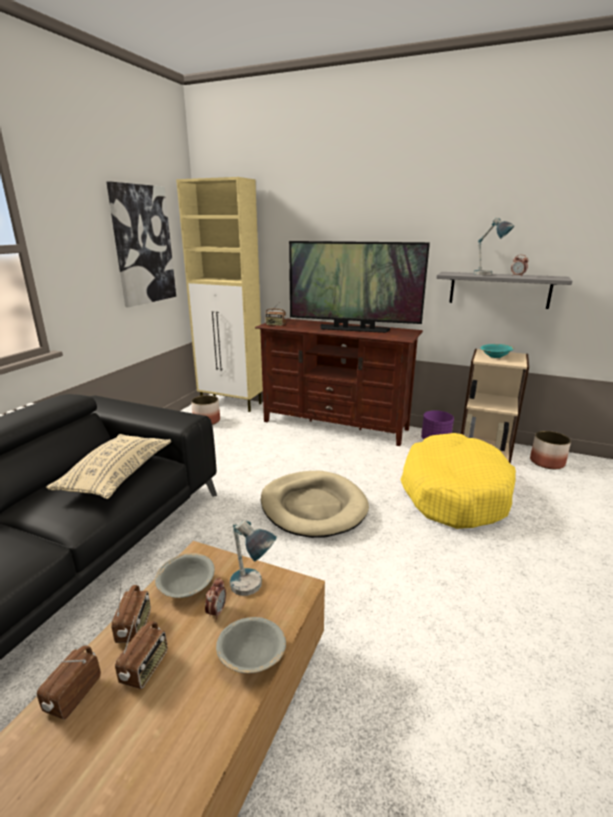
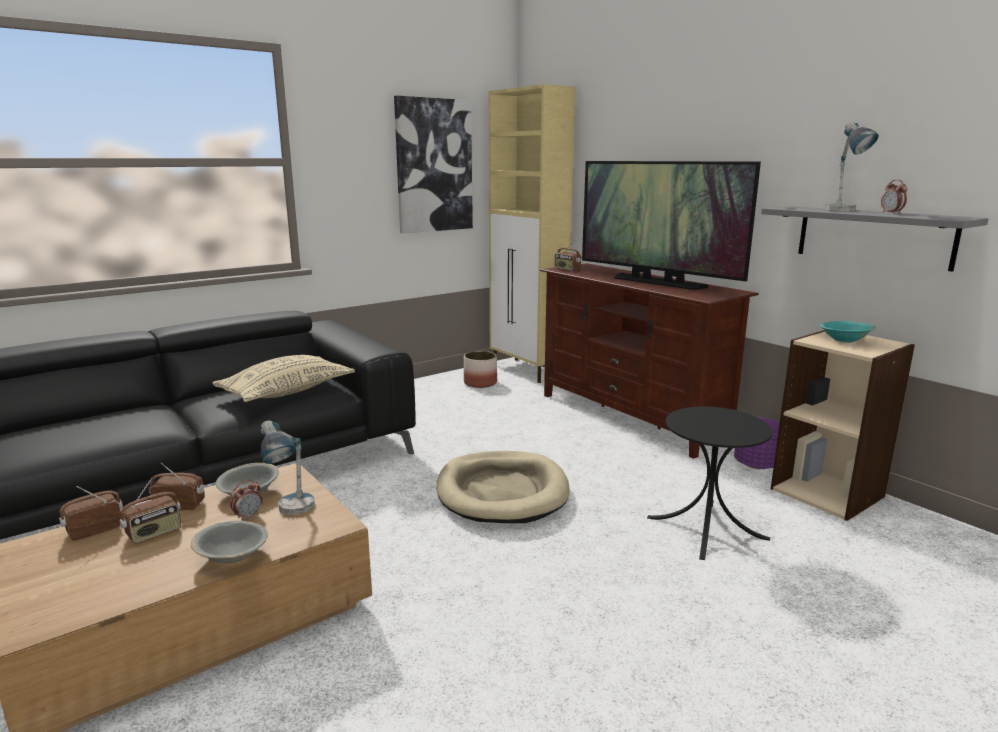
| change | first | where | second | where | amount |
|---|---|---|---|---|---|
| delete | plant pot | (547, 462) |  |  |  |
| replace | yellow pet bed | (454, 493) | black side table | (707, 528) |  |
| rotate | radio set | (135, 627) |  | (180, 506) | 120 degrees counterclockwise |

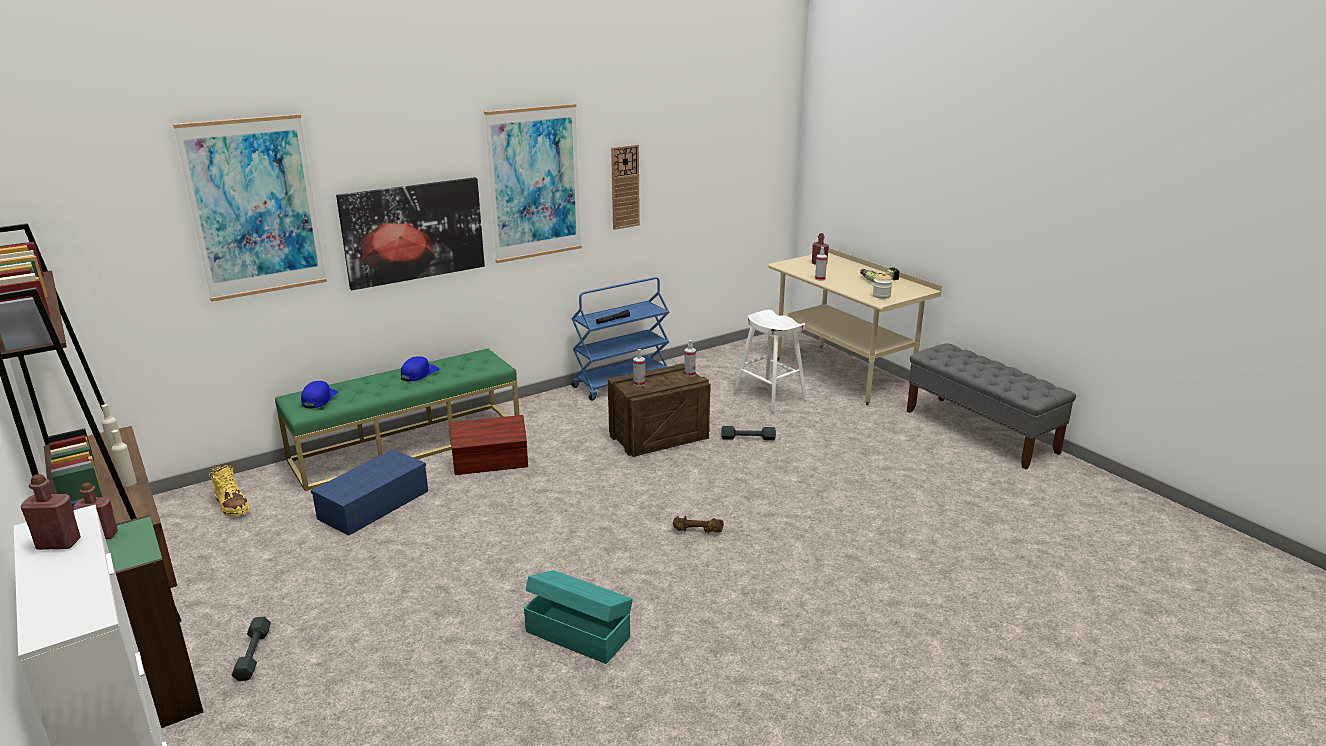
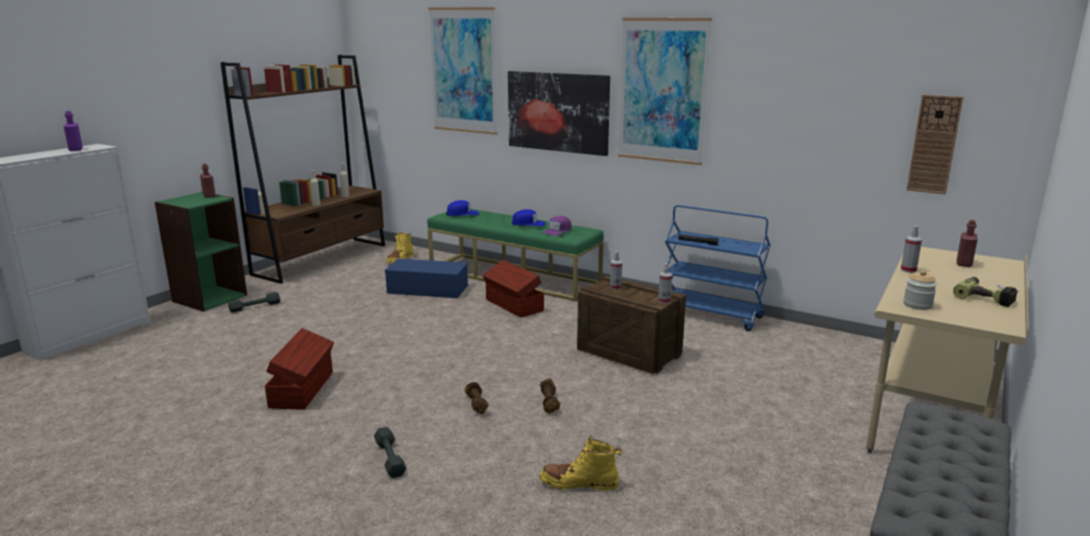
| change | first | where | second | where | amount |
|---|---|---|---|---|---|
| move | hanging clock | (625, 187) |  | (934, 144) |  |
| delete | white-coloured sitting stool | (770, 396) |  |  |  |
| move | gray hand weight | (748, 438) |  | (390, 458) |  |
| recolor | reddish bottle | (59, 544) | purple-coloured bottle | (75, 149) |  |
| recolor | blue-green storage bin | (578, 633) | brownish storage bin | (303, 389) |  |
| insert |  |  | purple-coloured baseball cap | (557, 231) |  |
| insert |  |  | brownish hand weight | (549, 403) |  |
| insert |  |  | yellow tall boot | (579, 483) |  |

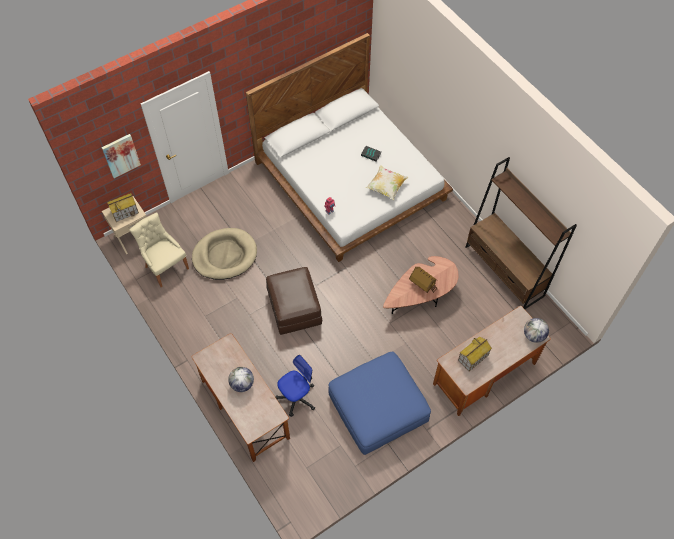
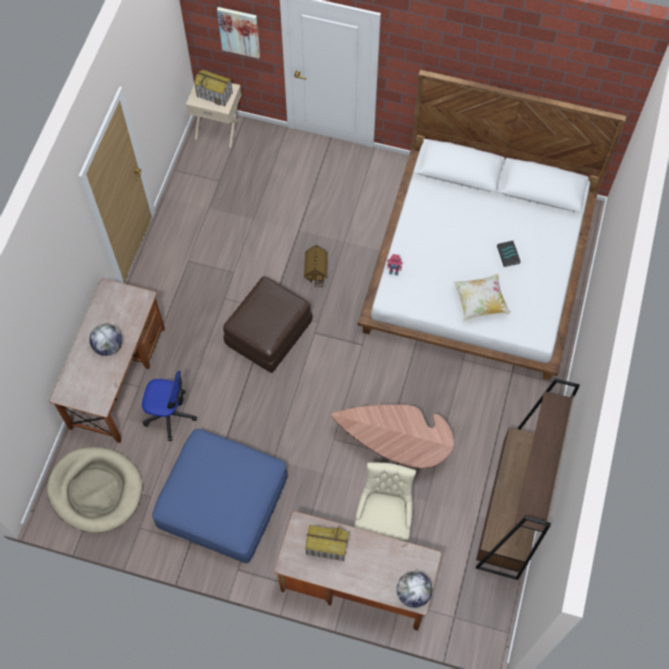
| change | first | where | second | where | amount |
|---|---|---|---|---|---|
| move | sand-coloured upright chair | (165, 267) |  | (383, 522) |  |
| move | sand-coloured pet bed | (225, 255) |  | (96, 490) |  |
| move | model house | (422, 284) |  | (316, 272) |  |

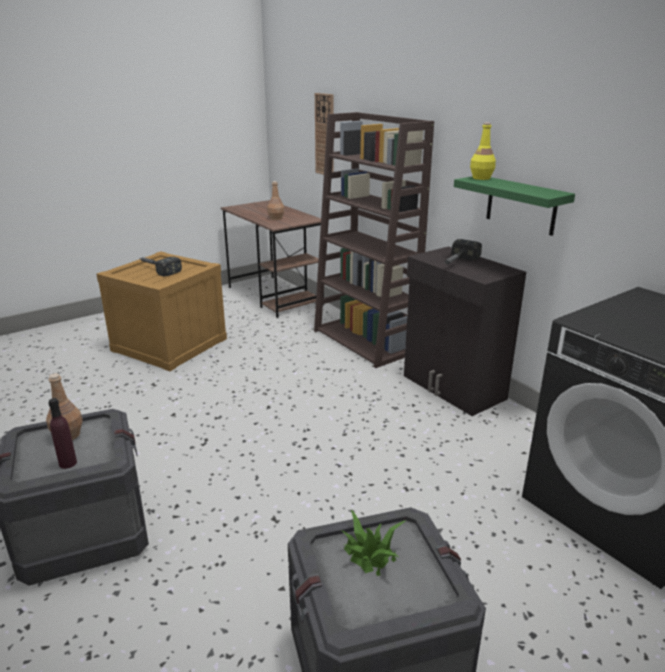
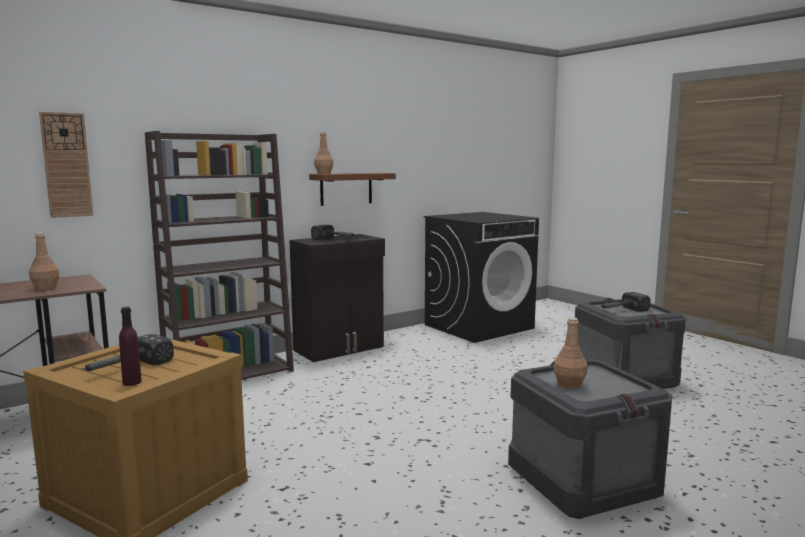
| change | first | where | second | where | amount |
|---|---|---|---|---|---|
| recolor | yellow bottle | (481, 178) | brownish bottle | (323, 173) |  |
| recolor | greenish shelf | (521, 205) | brownish shelf | (346, 188) |  |
| move | purple-coloured bottle | (68, 463) |  | (132, 382) |  |
| replace | plant in a pot | (370, 554) | hammer | (620, 311) |  |

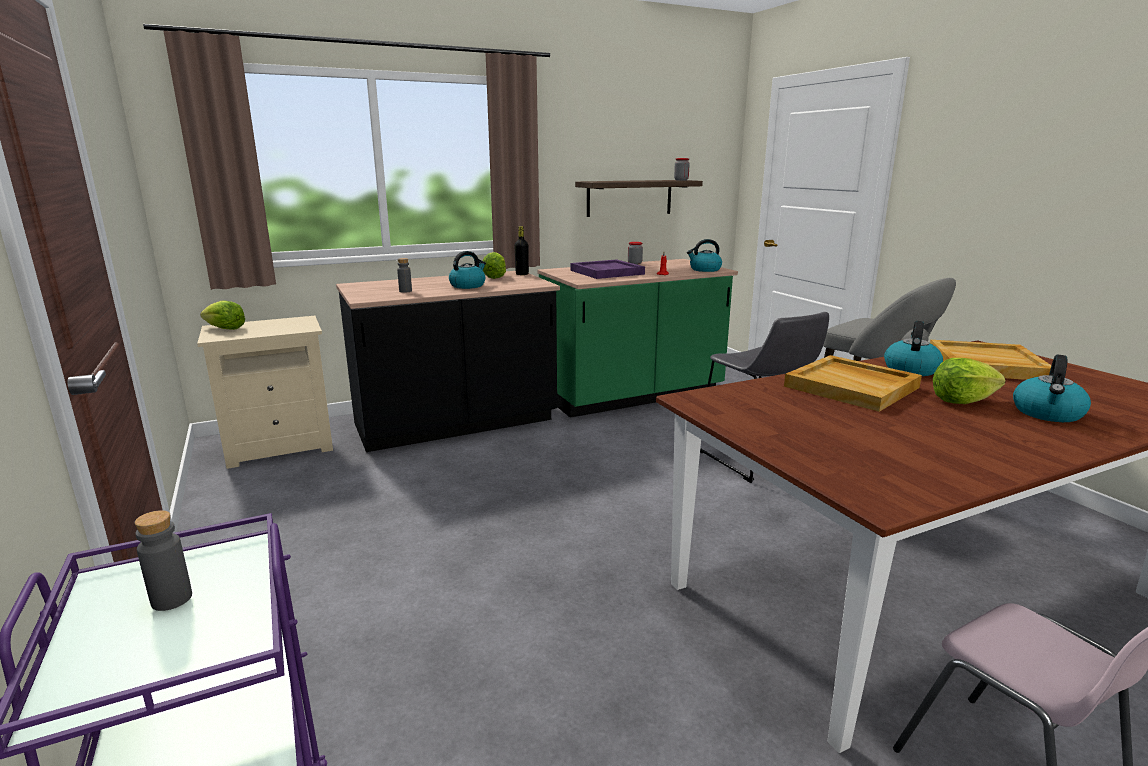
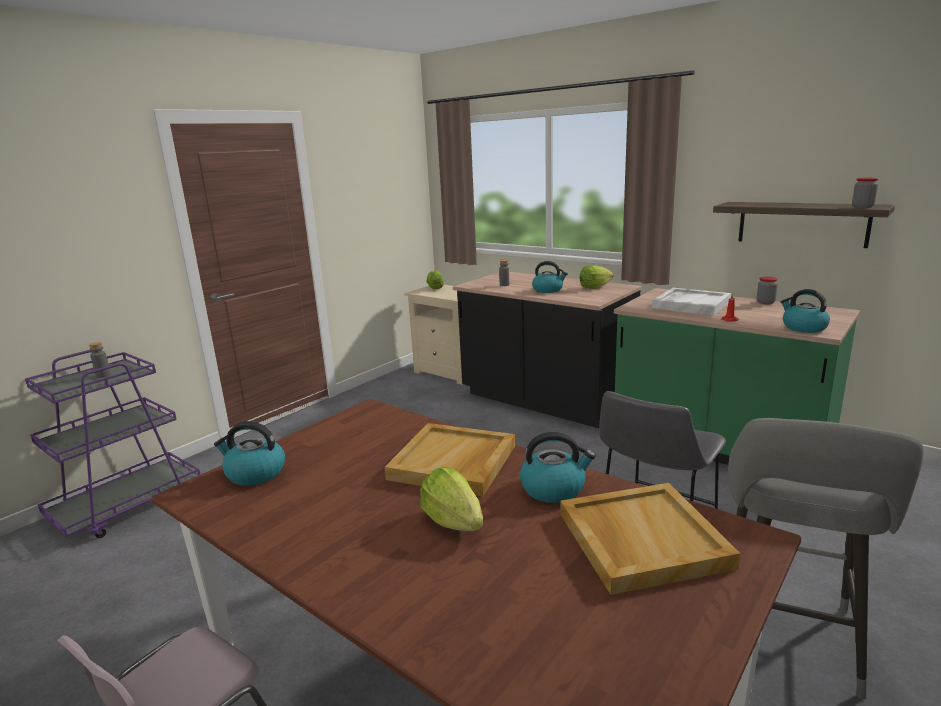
| change | first | where | second | where | amount |
|---|---|---|---|---|---|
| delete | black bottle | (522, 274) |  |  |  |
| recolor | purple-coloured carrying tray | (606, 272) | white-coloured carrying tray | (691, 304) |  |
| move | water kettle | (1047, 413) |  | (254, 473) |  |

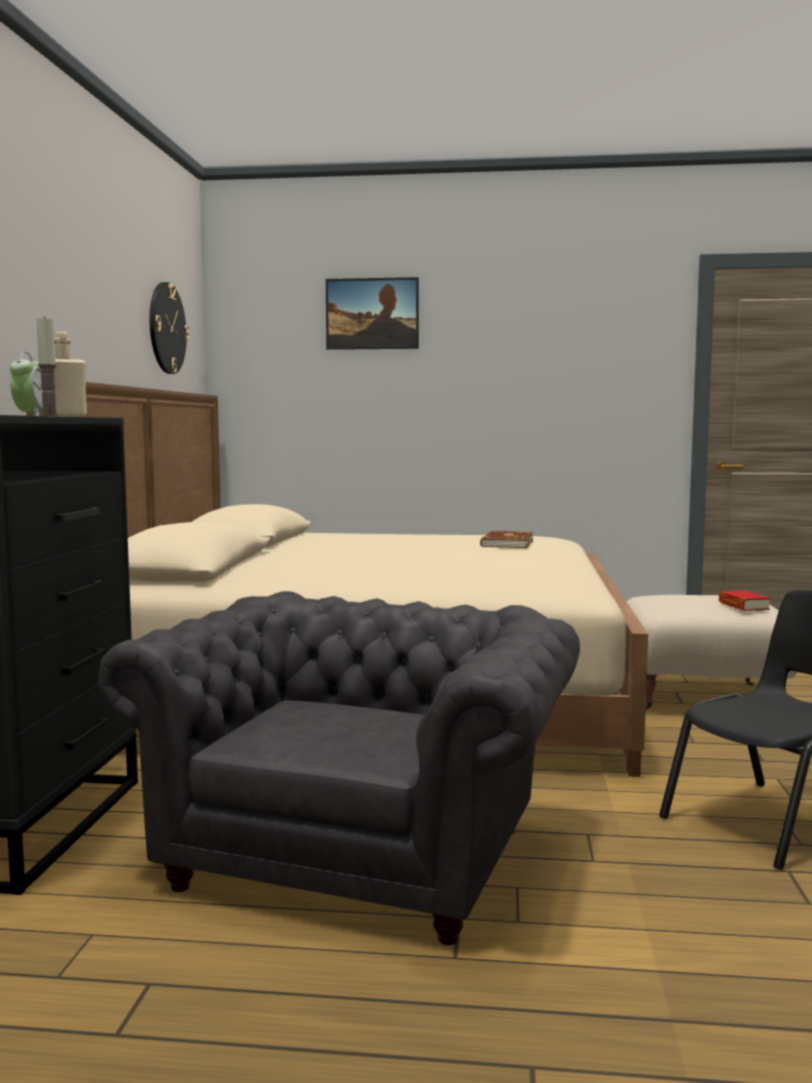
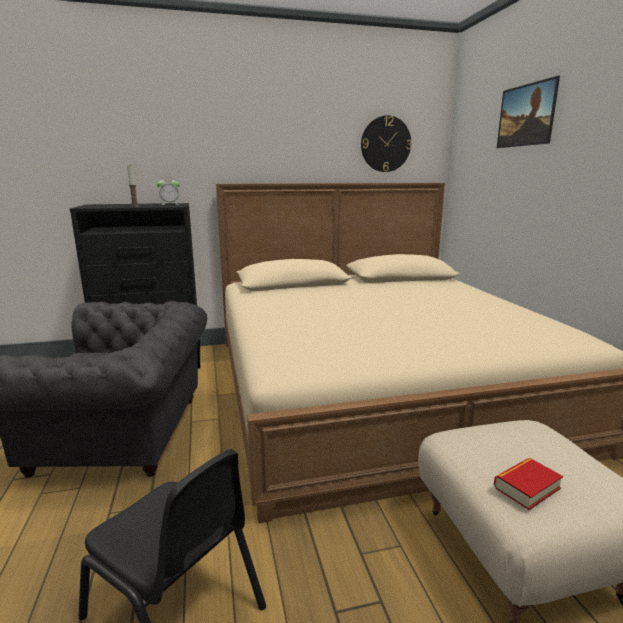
| change | first | where | second | where | amount |
|---|---|---|---|---|---|
| delete | sand-coloured bottle | (65, 416) |  |  |  |
| delete | brownish volume | (506, 543) |  |  |  |

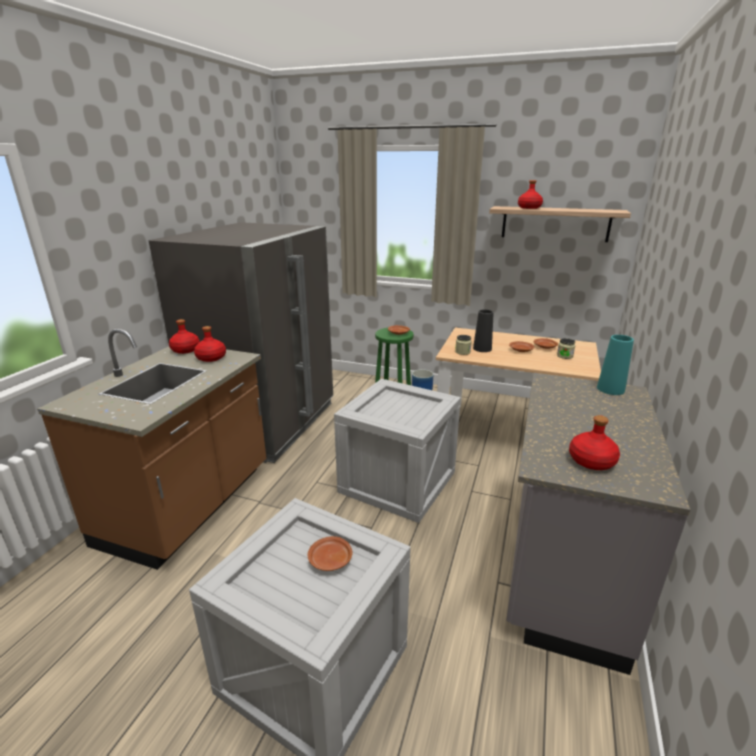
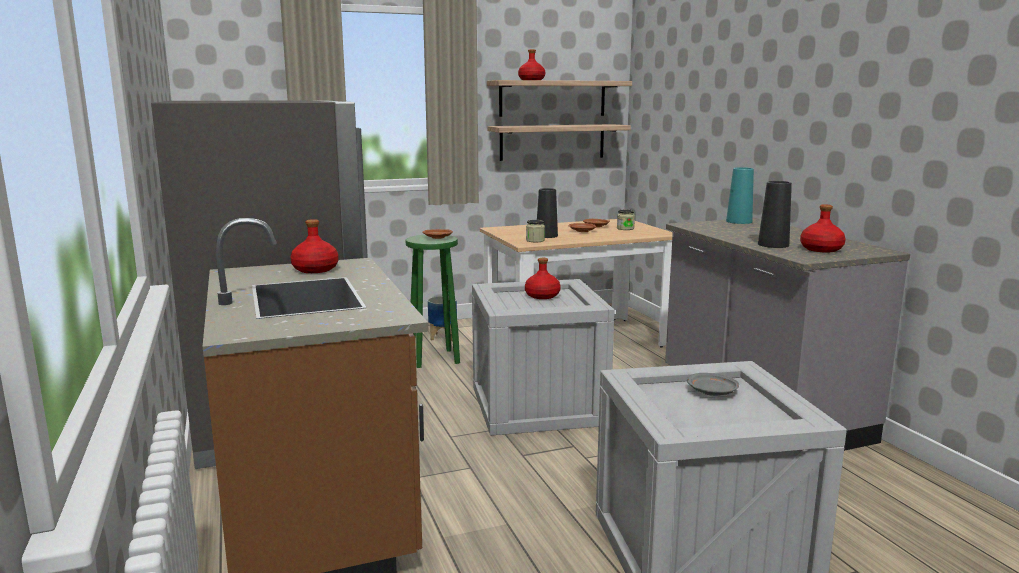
| change | first | where | second | where | amount |
|---|---|---|---|---|---|
| move | reddish bottle | (185, 350) |  | (542, 296) |  |
| recolor | brownish plate | (330, 560) | gray plate | (712, 392) |  |
| insert |  |  | shelf | (552, 142) |  |
| insert |  |  | black decorative vase | (773, 245) |  |

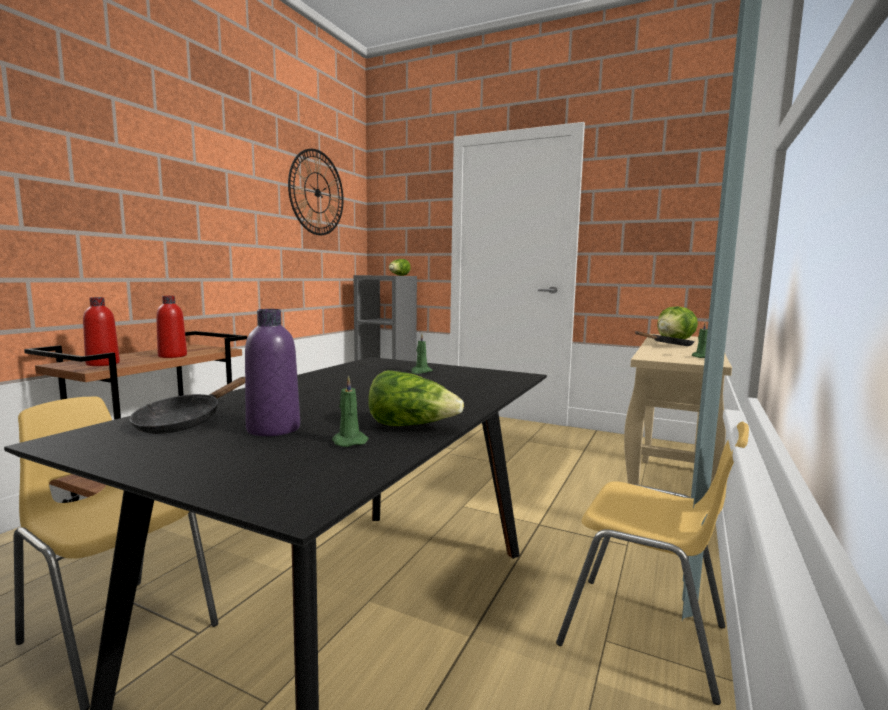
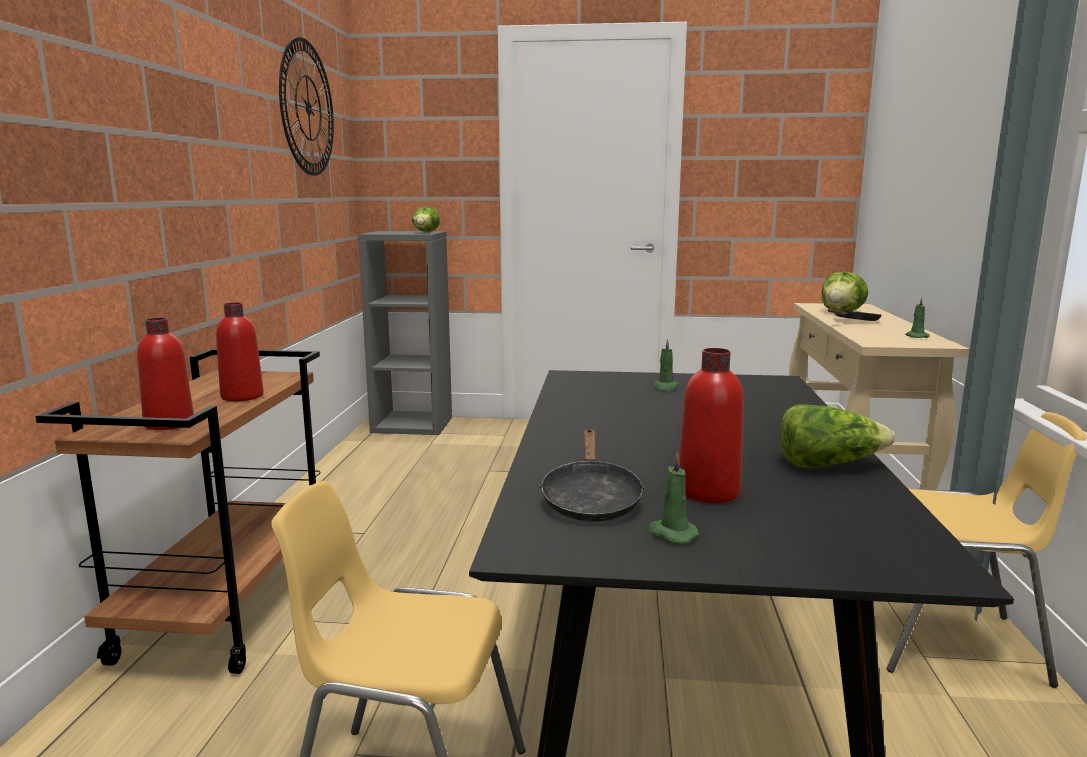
| change | first | where | second | where | amount |
|---|---|---|---|---|---|
| recolor | purple-coloured bottle | (273, 429) | reddish bottle | (708, 492) |  |
| move | greenish candle | (348, 441) |  | (671, 534) |  |

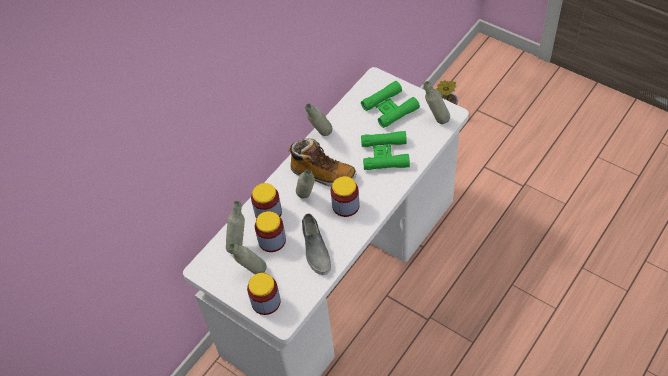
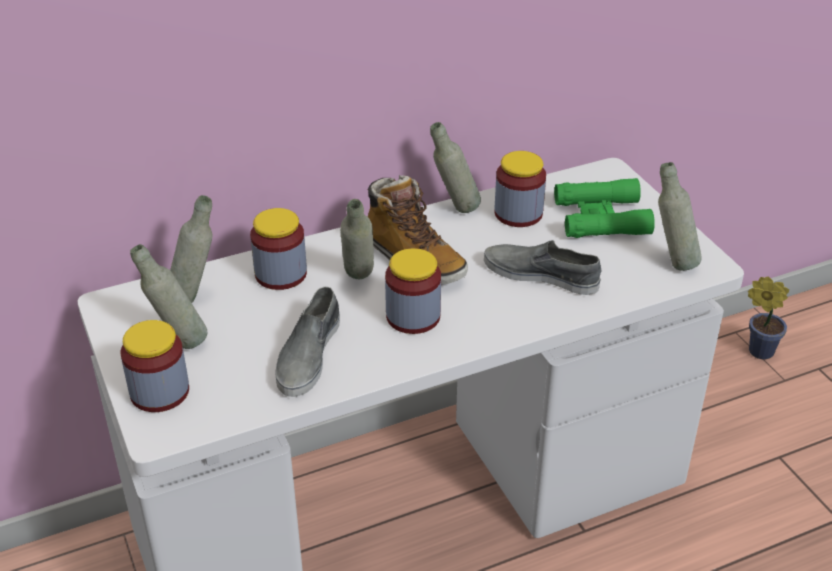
| change | first | where | second | where | amount |
|---|---|---|---|---|---|
| replace | greenish pair of binoculars | (385, 154) | gray shoe | (541, 274) |  |
| move | jar | (272, 240) |  | (518, 213) |  |

